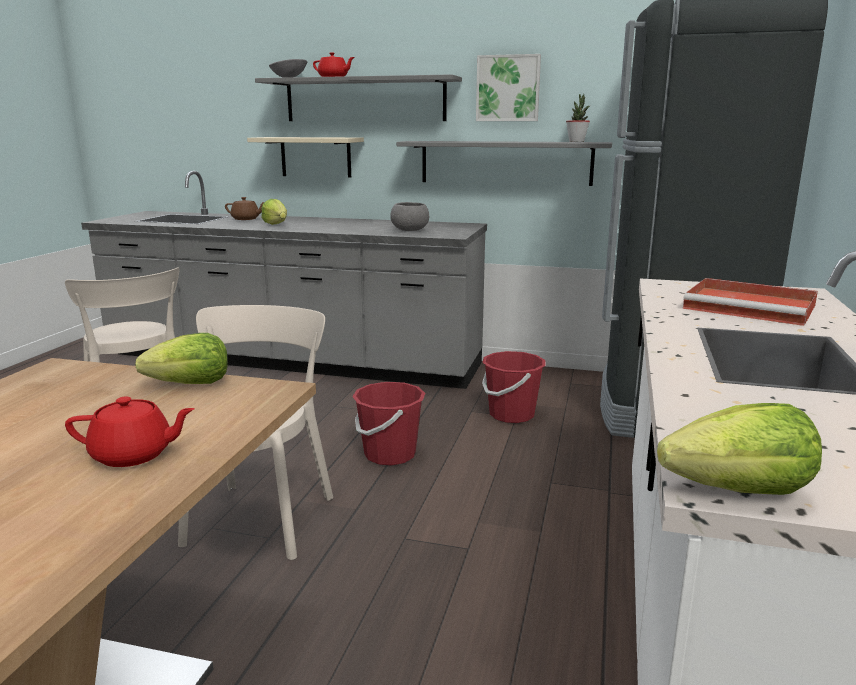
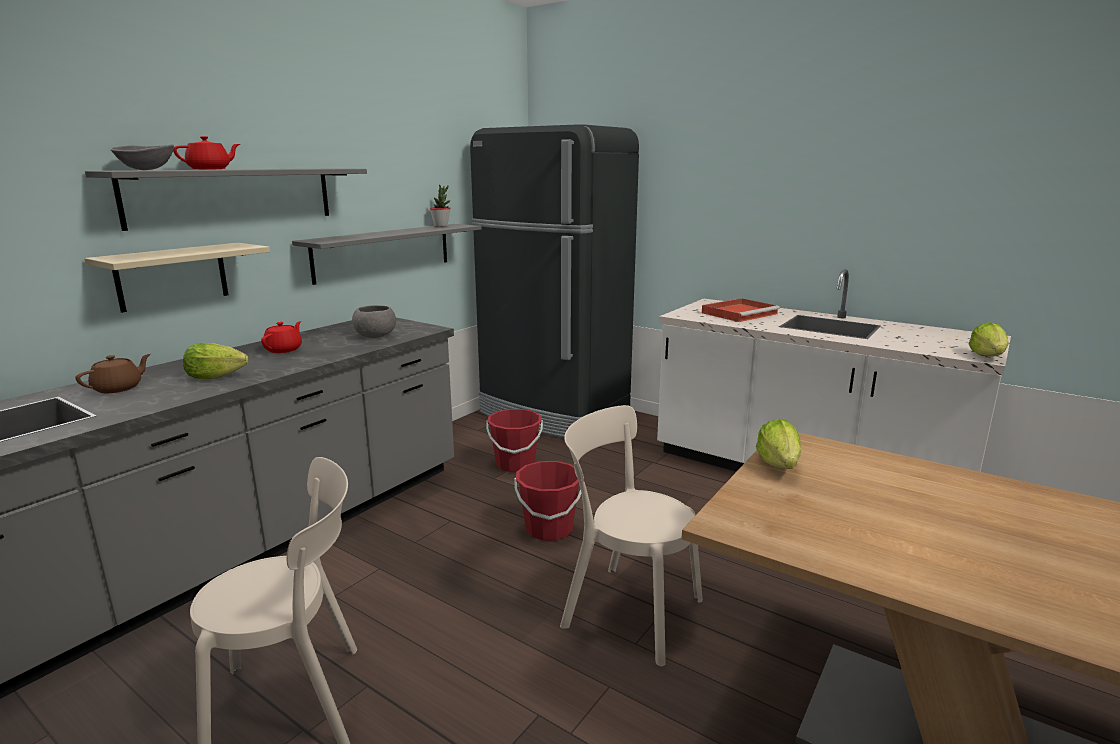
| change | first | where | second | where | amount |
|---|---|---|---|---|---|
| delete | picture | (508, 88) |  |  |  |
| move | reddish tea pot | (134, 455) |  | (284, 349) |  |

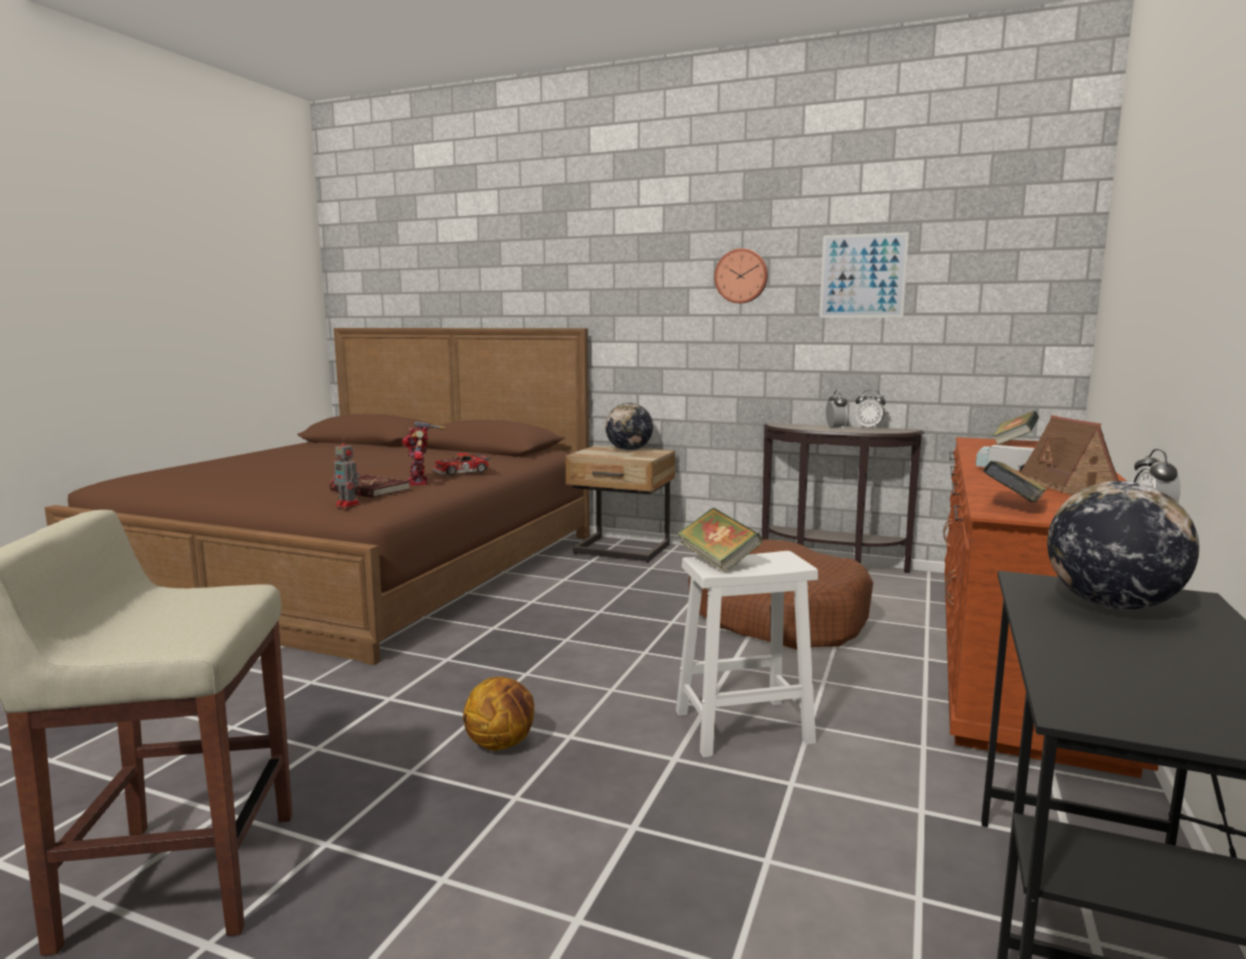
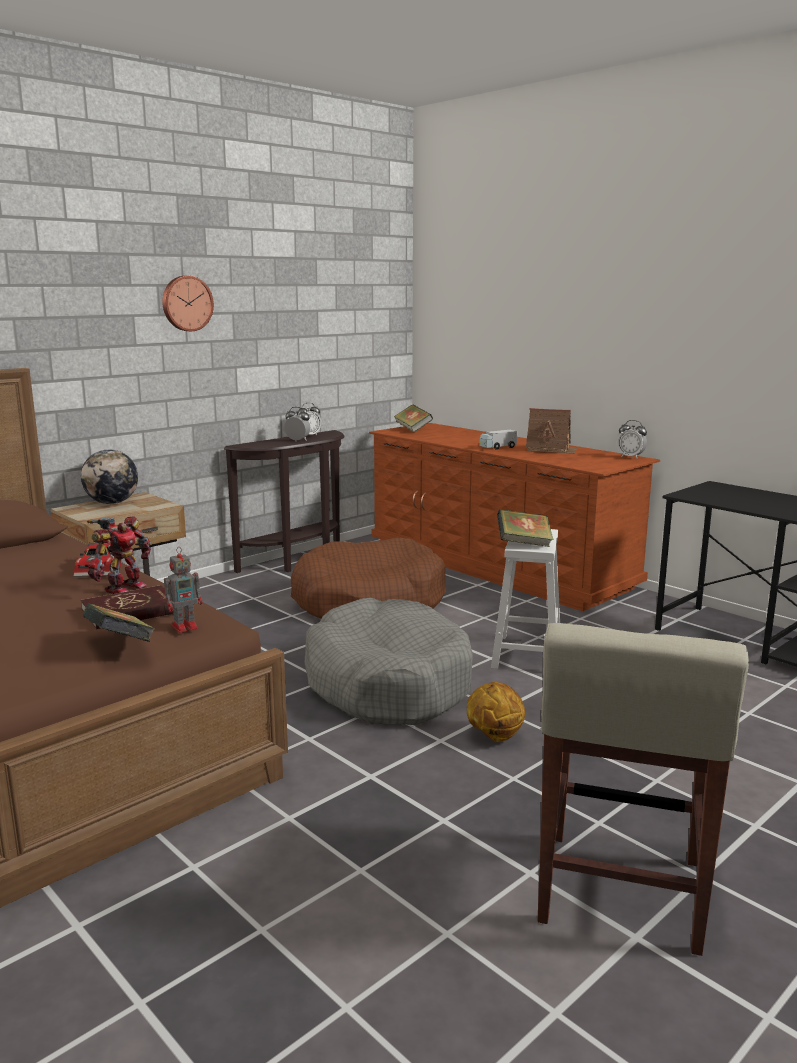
| change | first | where | second | where | amount |
|---|---|---|---|---|---|
| delete | picture | (862, 276) |  |  |  |
| rotate | toy robot | (420, 482) |  | (123, 588) | 75 degrees counterclockwise |
| move | volume | (1013, 506) |  | (120, 645) |  |
| delete | globe | (1111, 606) |  |  |  |
| insert |  |  | gray pet bed | (387, 683) |  |

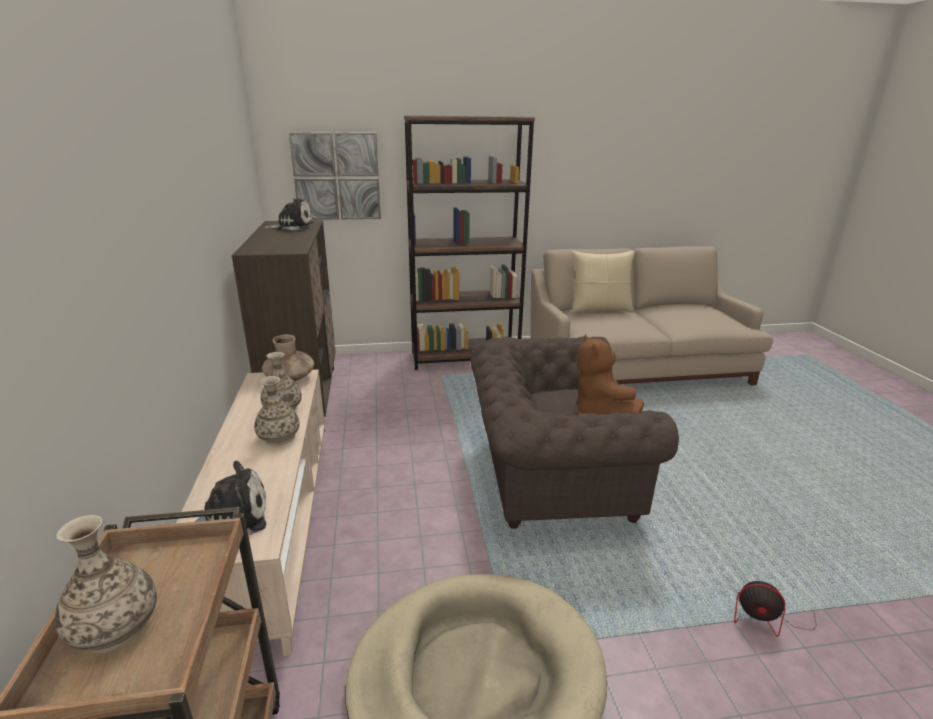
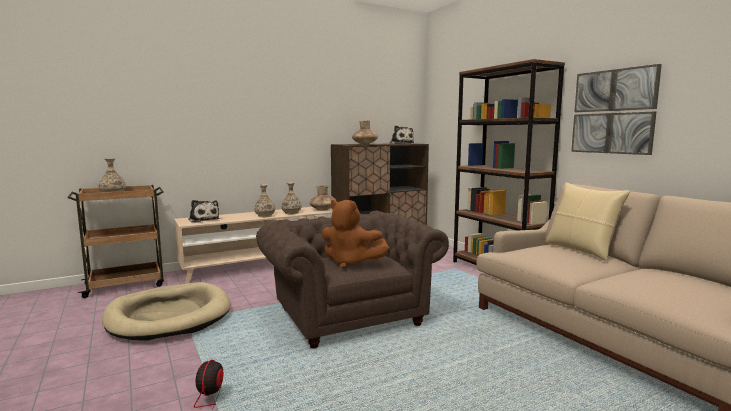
| change | first | where | second | where | amount |
|---|---|---|---|---|---|
| move | picture | (336, 176) |  | (613, 112) |  |
| rotate | brownish plush toy | (600, 413) |  | (351, 263) | 120 degrees counterclockwise |
| insert |  |  | brownish decorative vase | (364, 144) |  |

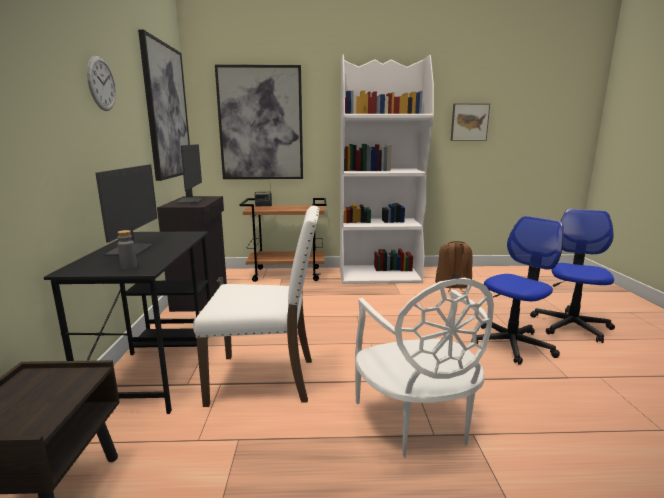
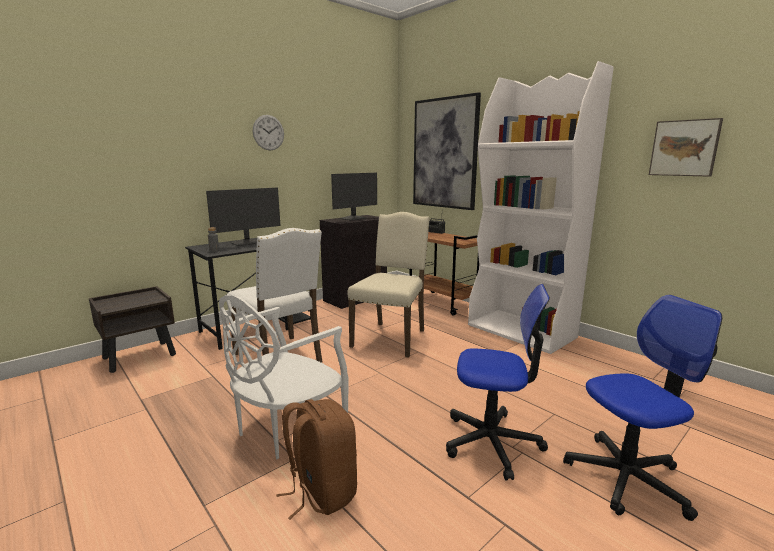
| change | first | where | second | where | amount |
|---|---|---|---|---|---|
| delete | picture | (167, 112) |  |  |  |
| move | brownish backpack | (452, 286) |  | (321, 491) |  |
| insert |  |  | sand-coloured upright chair | (391, 338) |  |

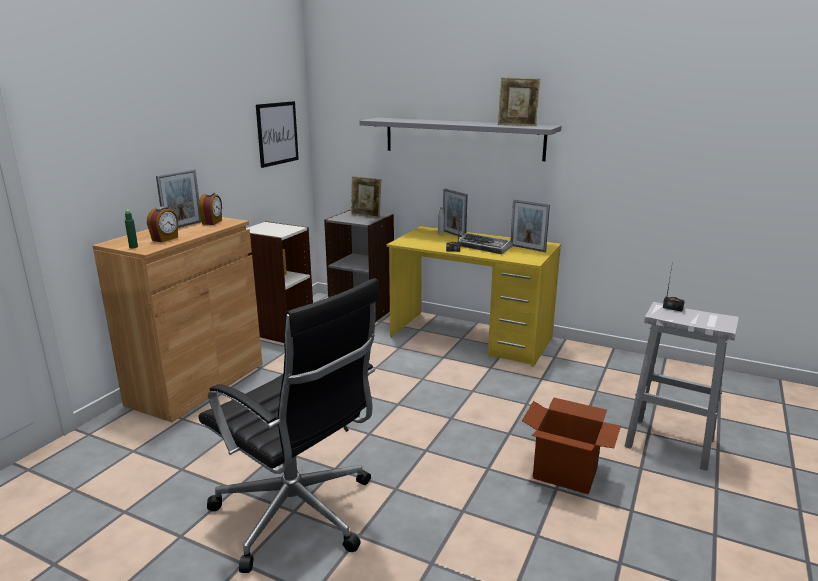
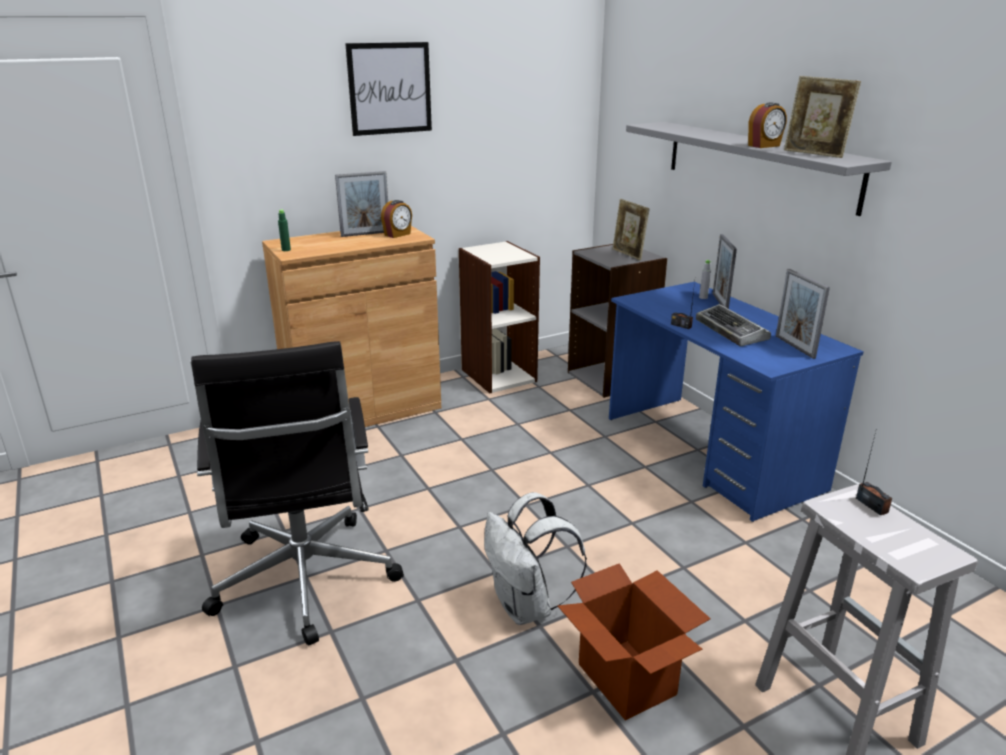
| change | first | where | second | where | amount |
|---|---|---|---|---|---|
| move | picture | (277, 133) |  | (390, 88) |  |
| move | alarm clock | (165, 239) |  | (764, 146) |  |
| recolor | yellow desk | (471, 338) | bluish desk | (710, 453) |  |
| insert |  |  | white-coloured backpack | (527, 607) |  |

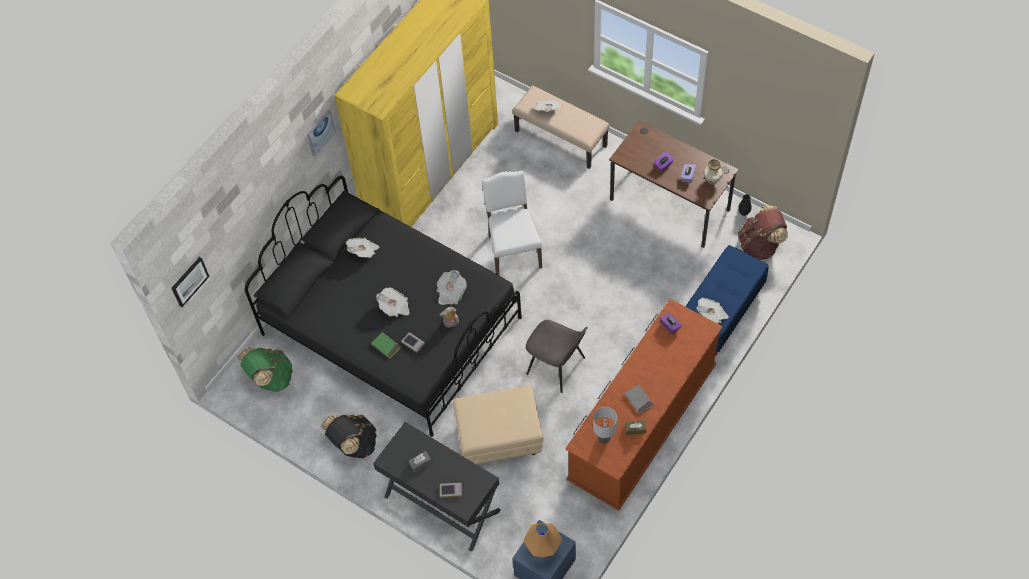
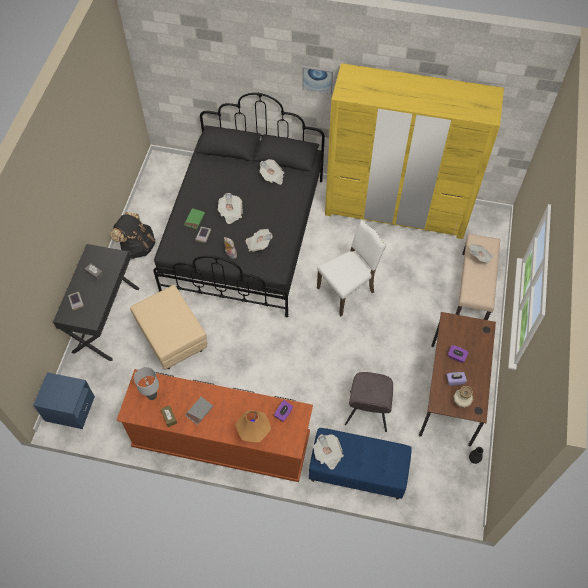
| change | first | where | second | where | amount |
|---|---|---|---|---|---|
| delete | brownish backpack | (760, 245) |  |  |  |
| delete | picture | (189, 281) |  |  |  |
| move | gray upright chair | (557, 367) |  | (367, 412) |  |
| delete | greenish backpack | (270, 378) |  |  |  |
| move | orangey table lamp | (543, 551) |  | (254, 436) |  |

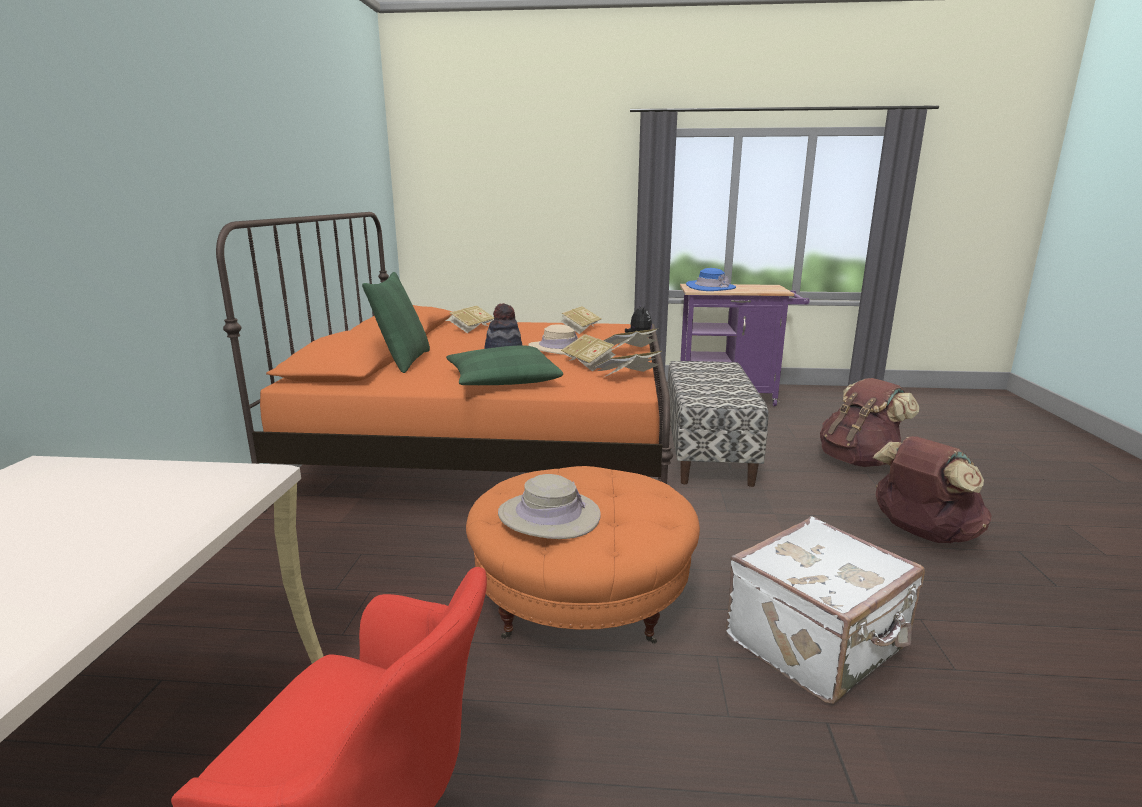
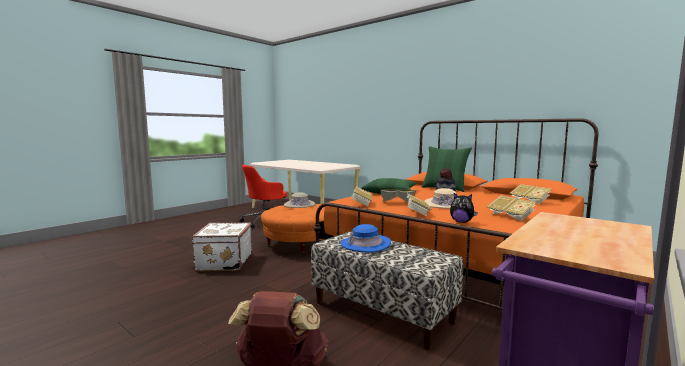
| change | first | where | second | where | amount |
|---|---|---|---|---|---|
| move | bluish wearable hat | (710, 287) |  | (365, 244) |  |
| delete | brownish backpack | (922, 533) |  |  |  |

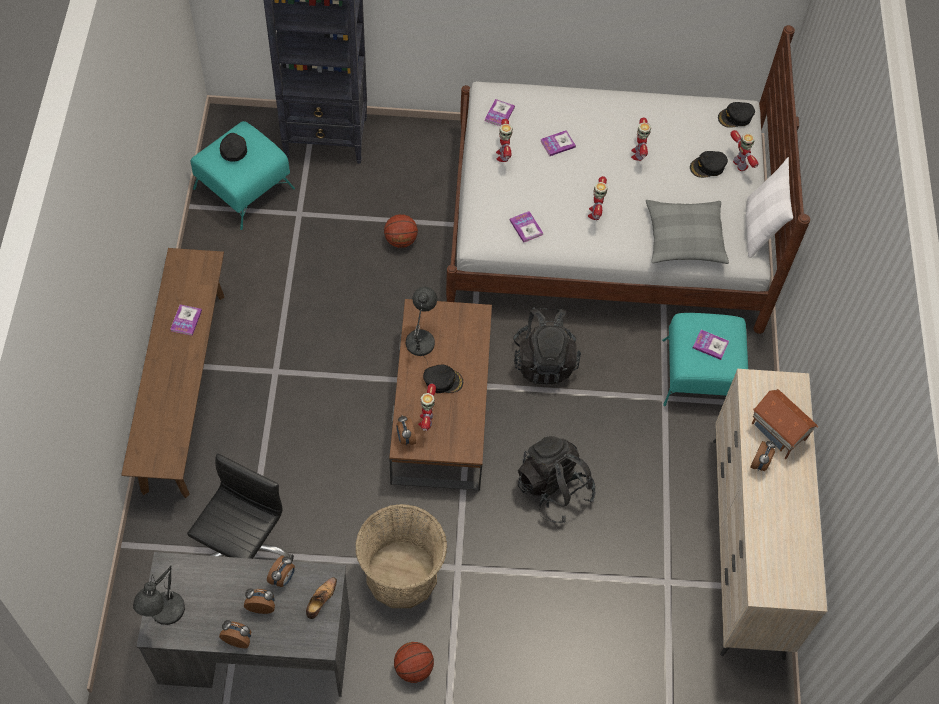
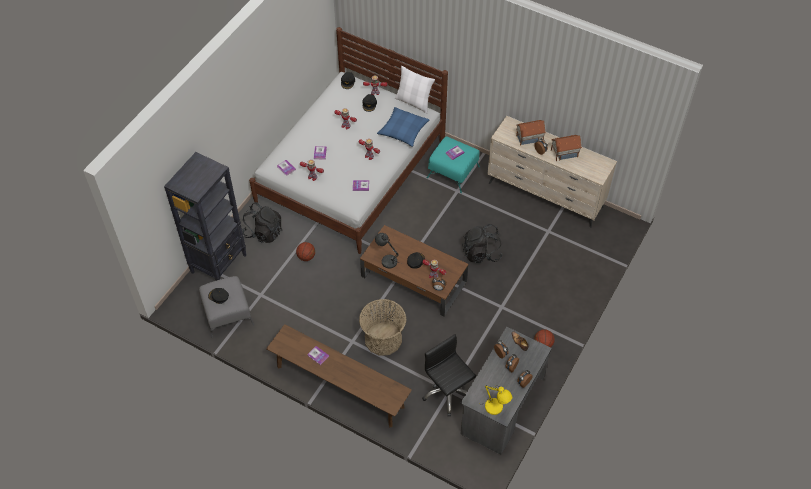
| change | first | where | second | where | amount |
|---|---|---|---|---|---|
| recolor | blue-green ottoman | (245, 188) | gray ottoman | (227, 313) |  |
| recolor | gray pillow | (684, 238) | bluish pillow | (403, 130) |  |
| move | black backpack | (544, 360) |  | (263, 232) |  |
| move | basket | (401, 574) |  | (383, 339) |  |
| recolor | gray table lamp | (165, 613) | yellow table lamp | (495, 408) |  |
| insert |  |  | model house | (564, 153) |  |

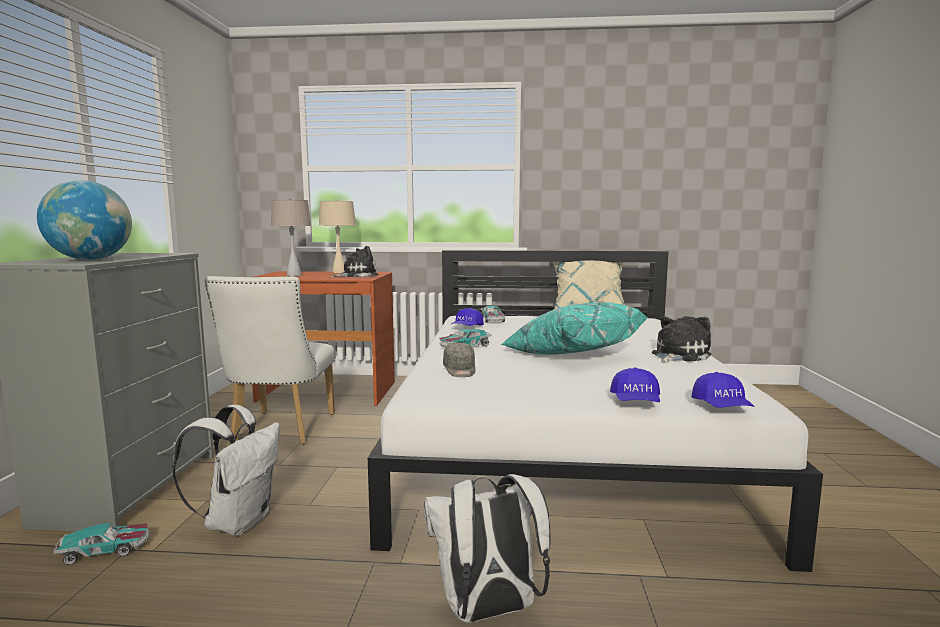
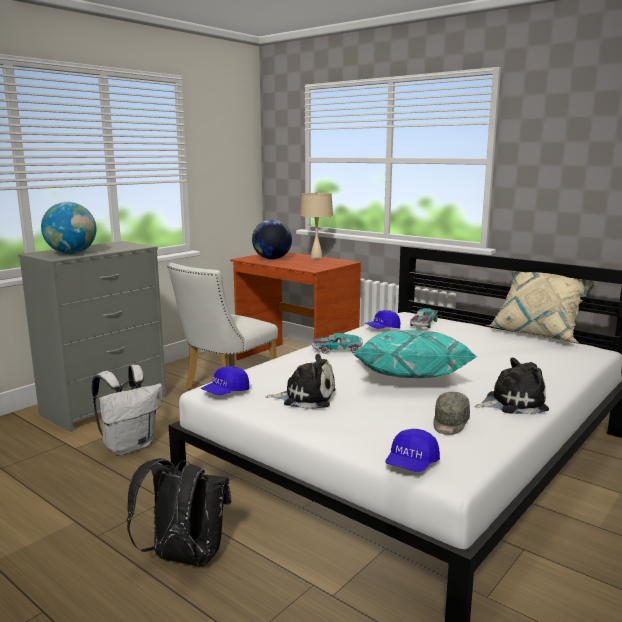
| change | first | where | second | where | amount |
|---|---|---|---|---|---|
| replace | sand-coloured table lamp | (293, 275) | globe | (272, 259) |  |
| move | plush toy | (356, 275) |  | (306, 397) |  |
| move | gray baseball cap | (460, 370) |  | (450, 423) |  |
| move | bluish baseball cap | (635, 402) |  | (226, 393) |  |
| recolor | white-coloured backpack | (488, 612) | black backpack | (184, 559) |  |
| delete | miniature car | (106, 550) |  |  |  |

